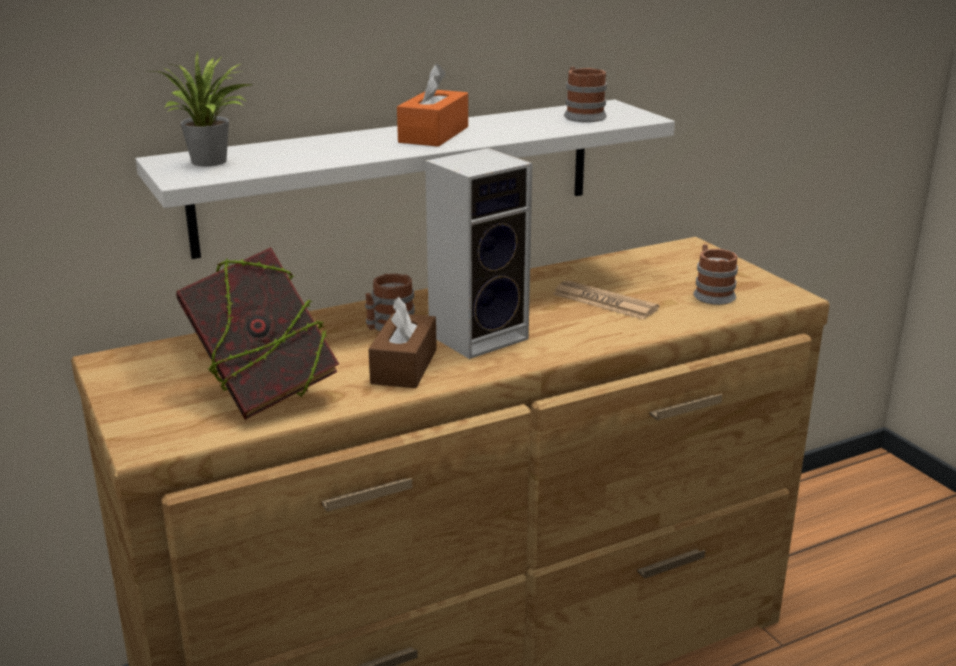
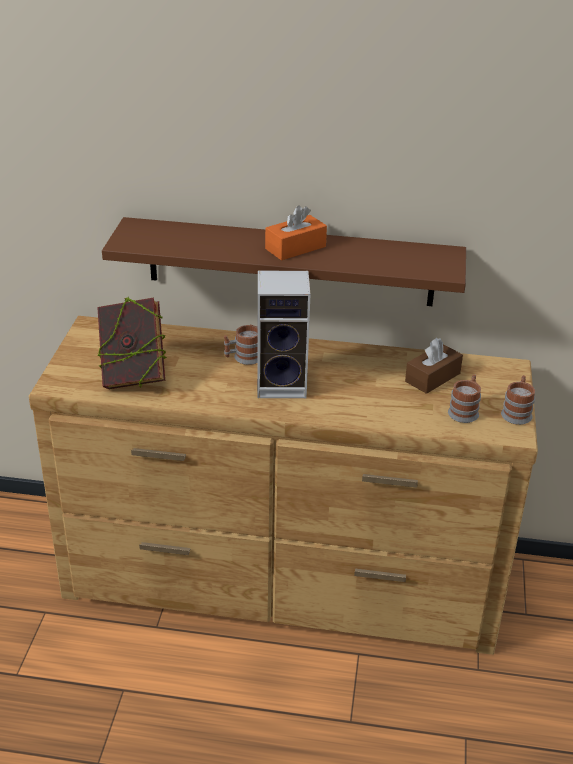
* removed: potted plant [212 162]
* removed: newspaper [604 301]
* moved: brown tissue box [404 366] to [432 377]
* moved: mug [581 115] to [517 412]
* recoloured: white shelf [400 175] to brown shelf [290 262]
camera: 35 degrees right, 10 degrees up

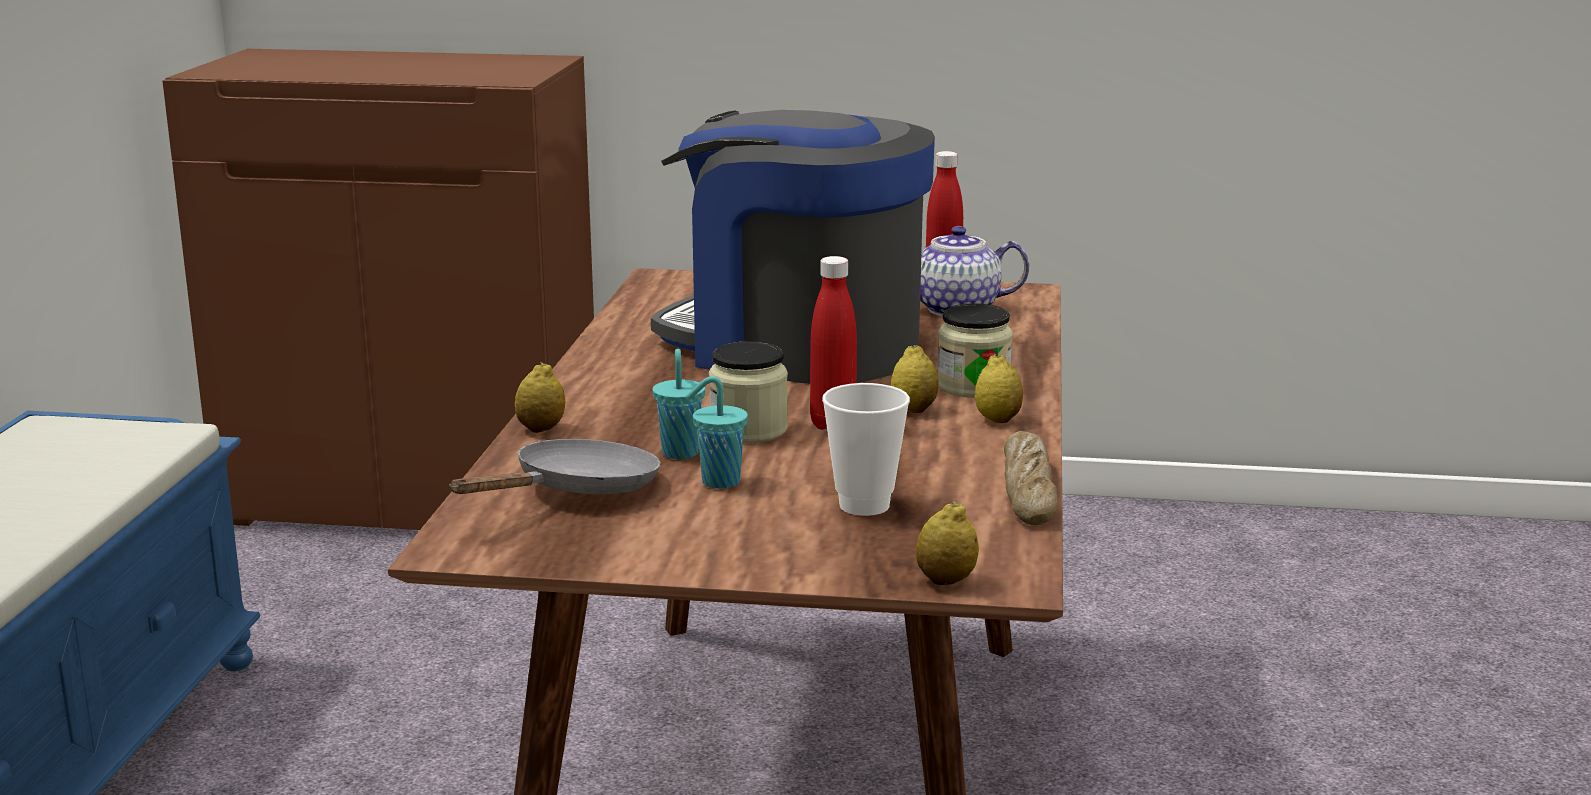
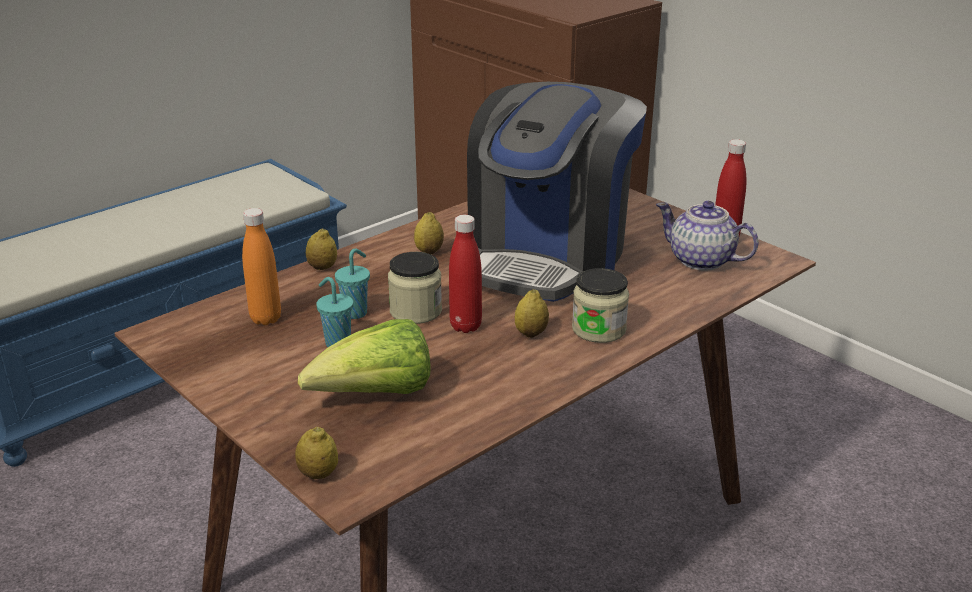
* removed: bread [1029 492]
* moved: lemon [997 419] to [429 251]
* replaced: grey frying pan [577 491] to orange bottle [266 318]
* replaced: cup [864 505] to lettuce [376 395]
* turned: coffee machine [795 347] = [549 257] 135 degrees counterclockwise
camera: 40 degrees right, 10 degrees up

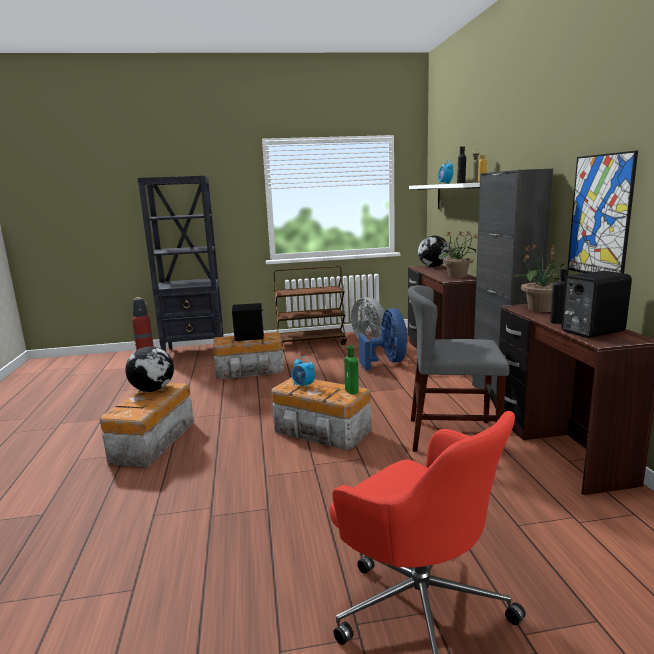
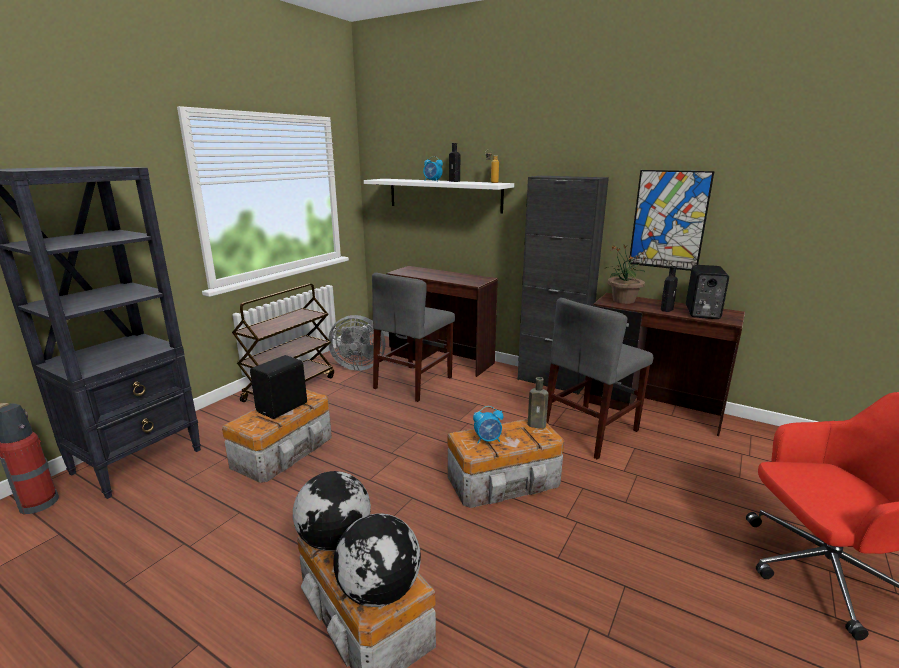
* removed: potted plant [458 276]
* moved: globe [433 266] to [380 591]
* replaced: blue fan [387 362] to grey chair [413 382]
* recoloured: green bottle [352 391] to brown bottle [538 425]
camera: 50 degrees left, 5 degrees up

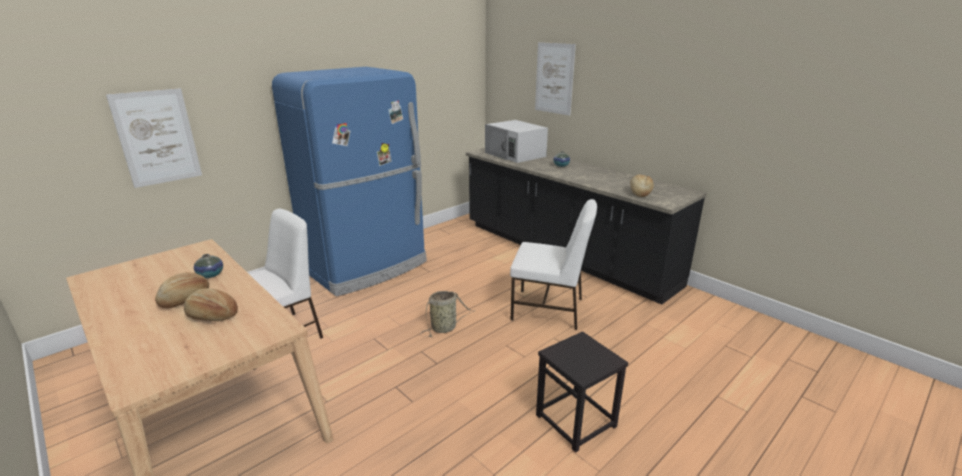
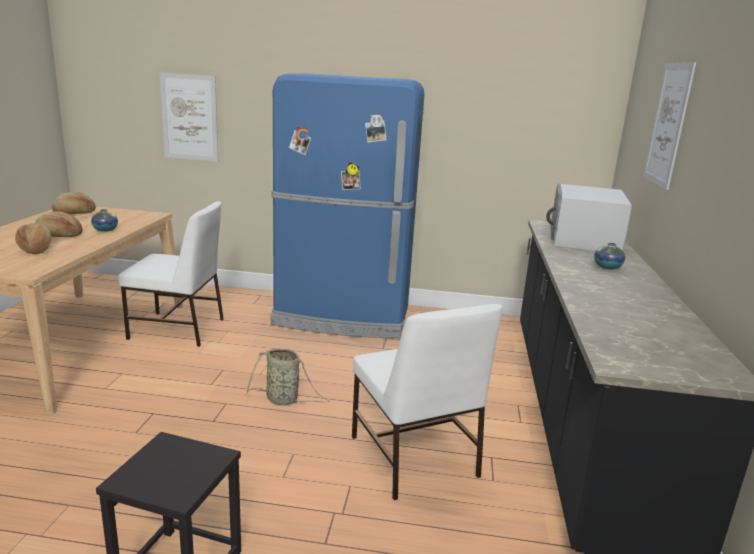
* moved: bread [639 193] to [74 213]
camera: 50 degrees right, 5 degrees down

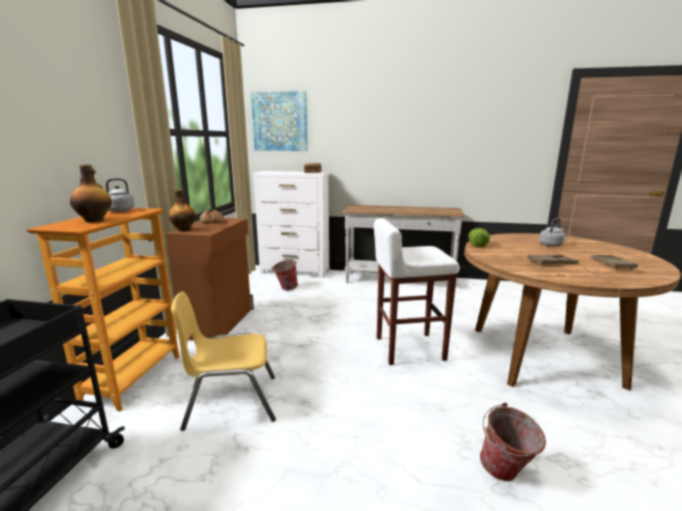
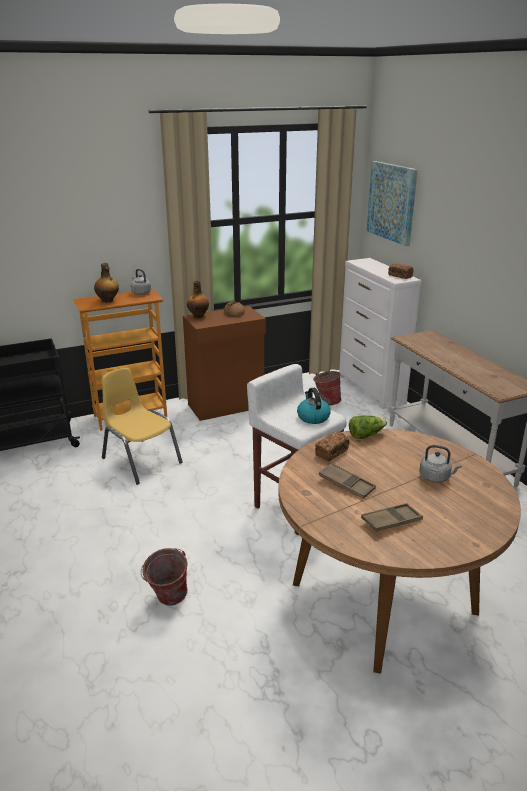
* added: kettle [313 417]
* added: bread [332 452]
camera: 55 degrees right, 10 degrees up

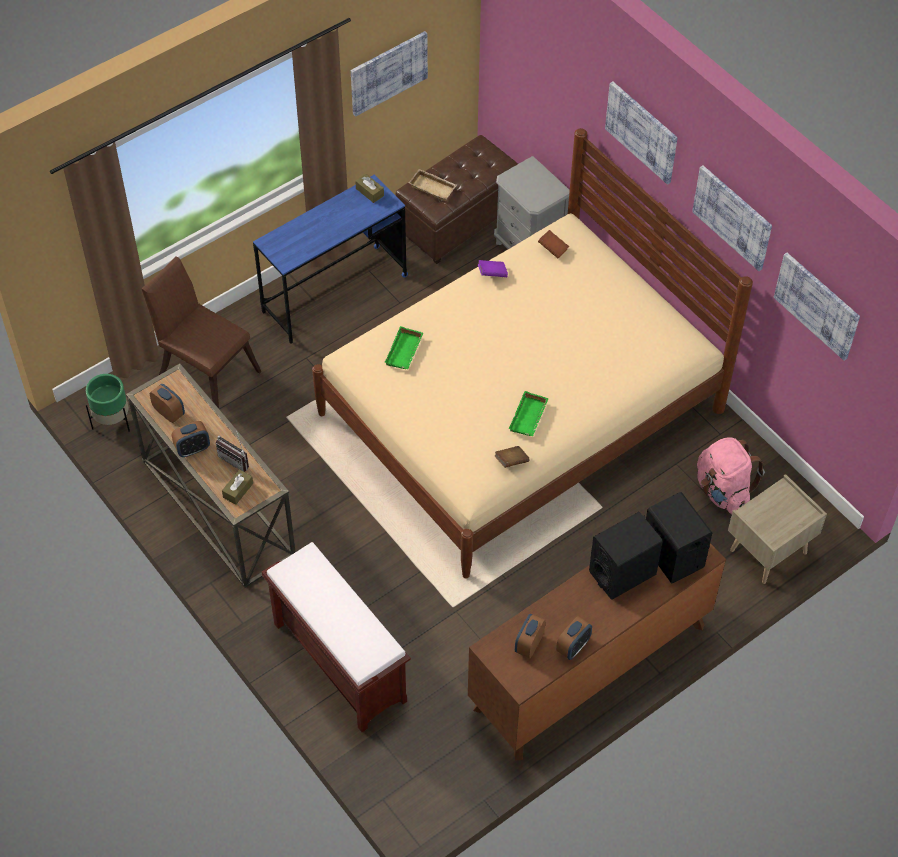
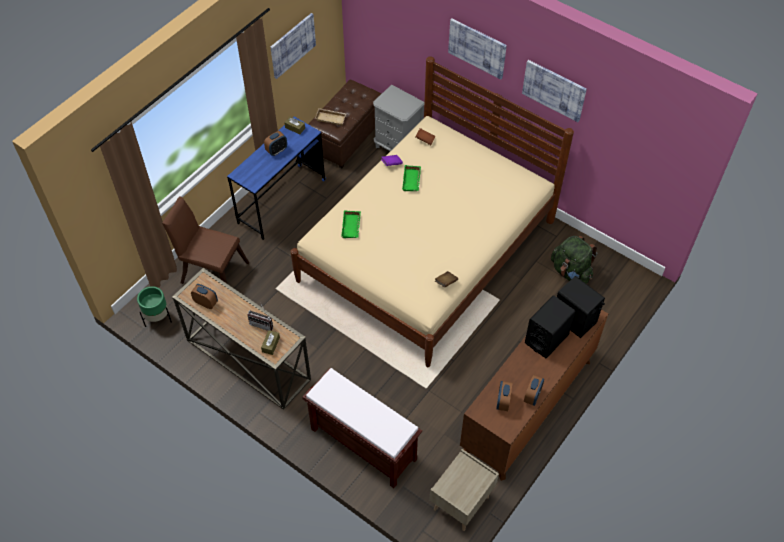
* removed: picture [817 305]
* moved: alarm clock [192 449] to [276 150]
* moved: green tray [529 418] to [412 181]
* moved: beige nightstand [768 552] to [461 504]
* recoloured: pink backpack [723 491] to green backpack [571 272]
camera: 15 degrees left, 0 degrees up

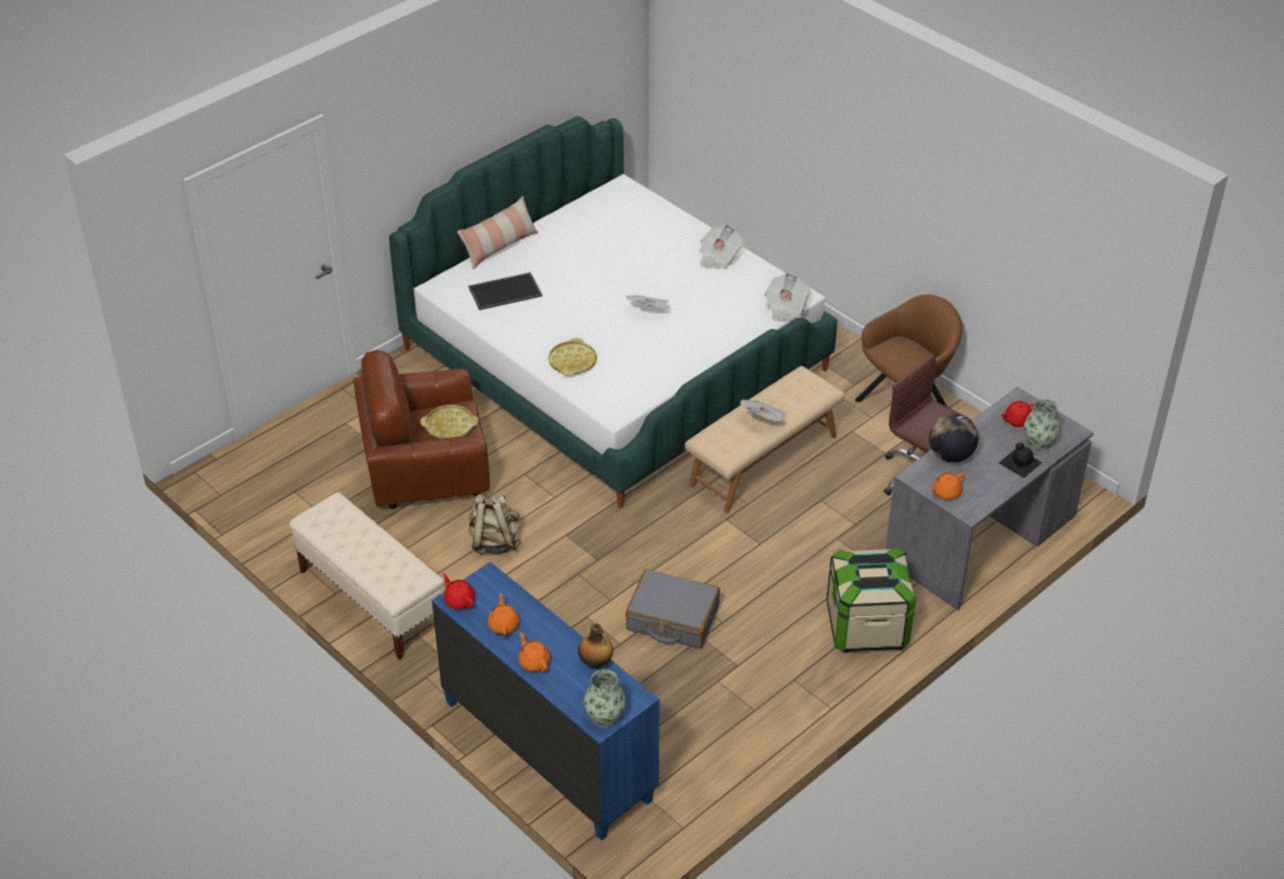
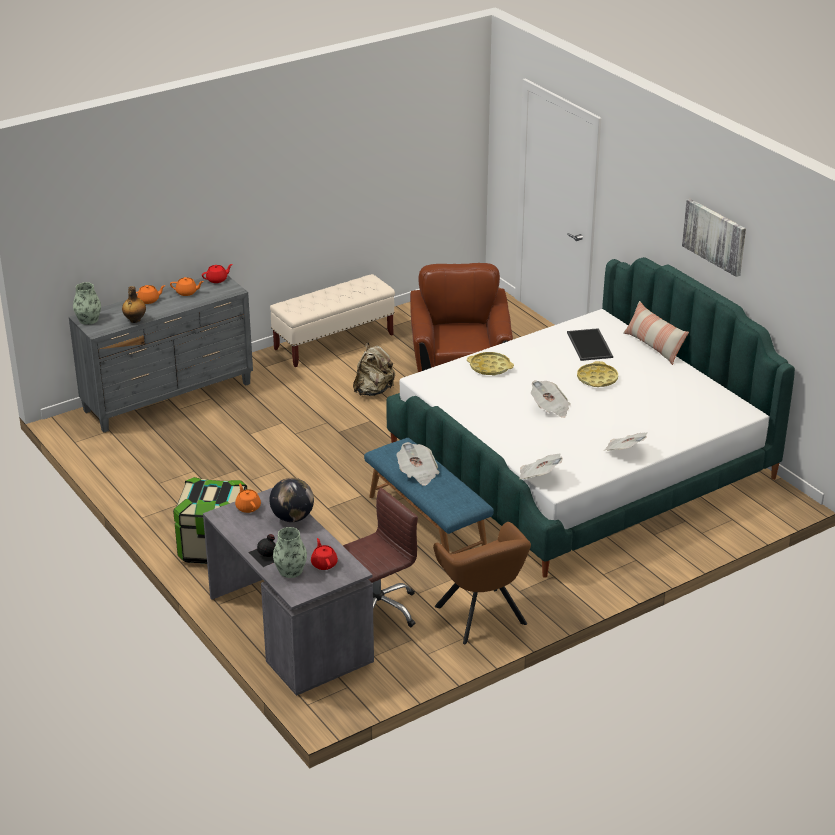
* removed: grey suitcase [672 619]
* added: picture [715 236]
* moved: yellow tray [450 426] to [597 379]
* recoloured: blue dresser [547 749] to grey dresser [169 397]
* recoloured: beige bench [763 460] to blue bench [428 523]
camera: 100 degrees right, 10 degrees down

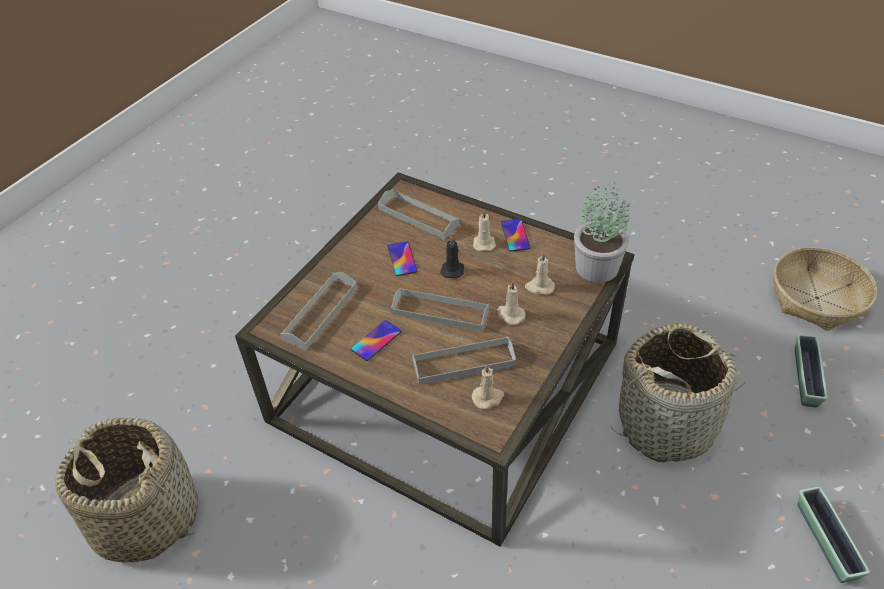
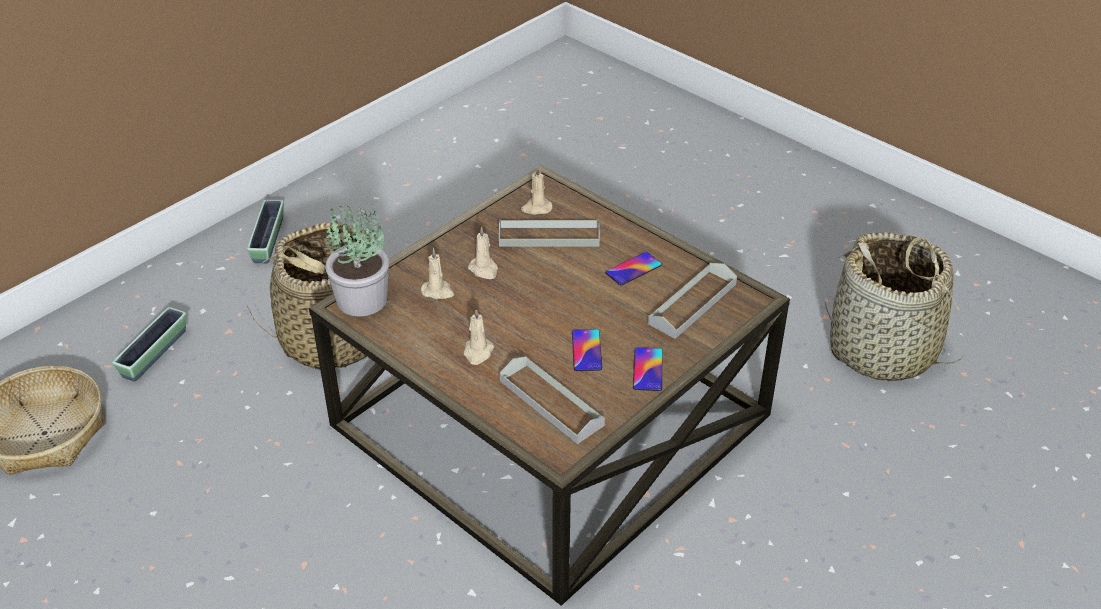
* removed: grey tray [440 312]
* removed: black candle [452 269]
* moved: phone [515 235] to [647 369]
camera: 170 degrees left, 5 degrees down

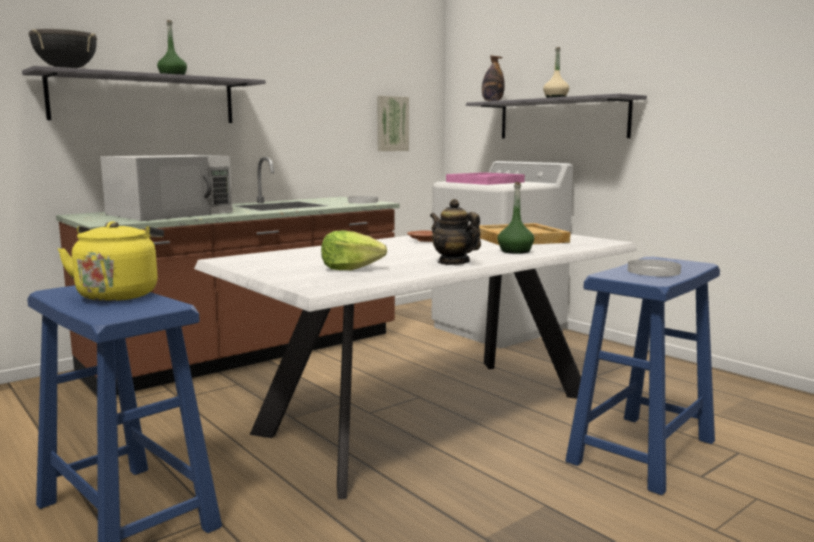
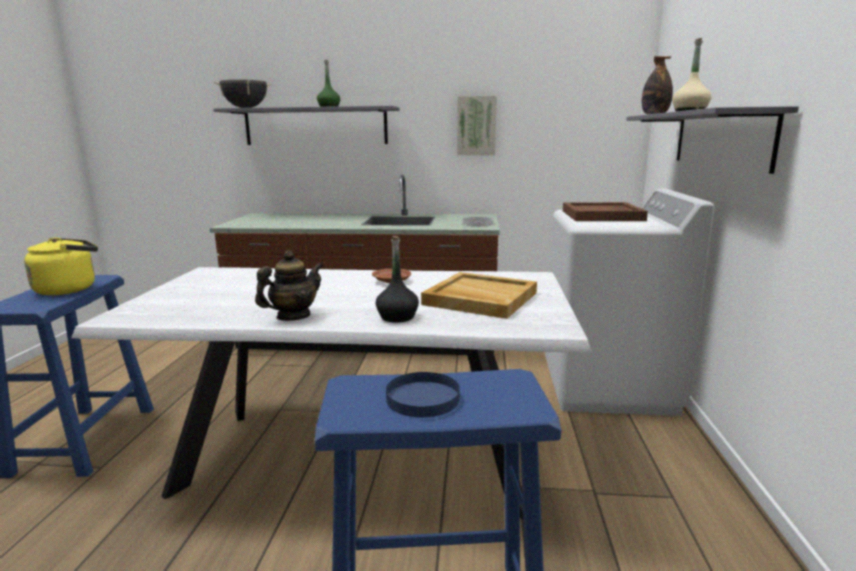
* removed: white microwave [171 213]
* removed: lettuce [350 268]
* moved: picture [391 124] to [476 126]
* recoloured: pink tray [485 182] to brown tray [602 216]
* recoloured: green bottle [515 251] to black bottle [397 317]
* recoloured: white plate [653 271] to blue plate [422 398]
* turned: teapot [453 262] = [293 316] 45 degrees clockwise
camera: 45 degrees right, 5 degrees up

